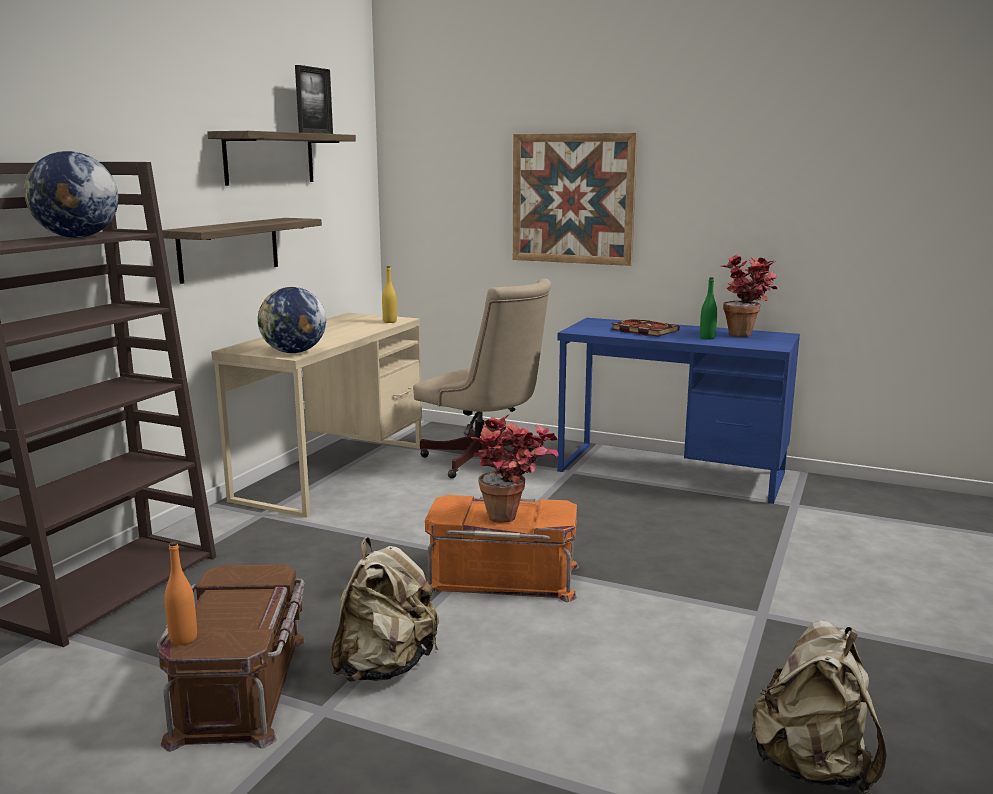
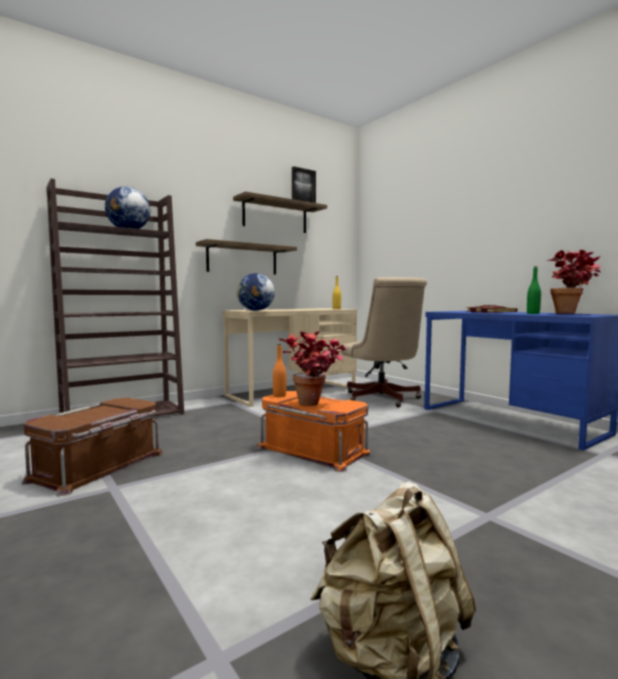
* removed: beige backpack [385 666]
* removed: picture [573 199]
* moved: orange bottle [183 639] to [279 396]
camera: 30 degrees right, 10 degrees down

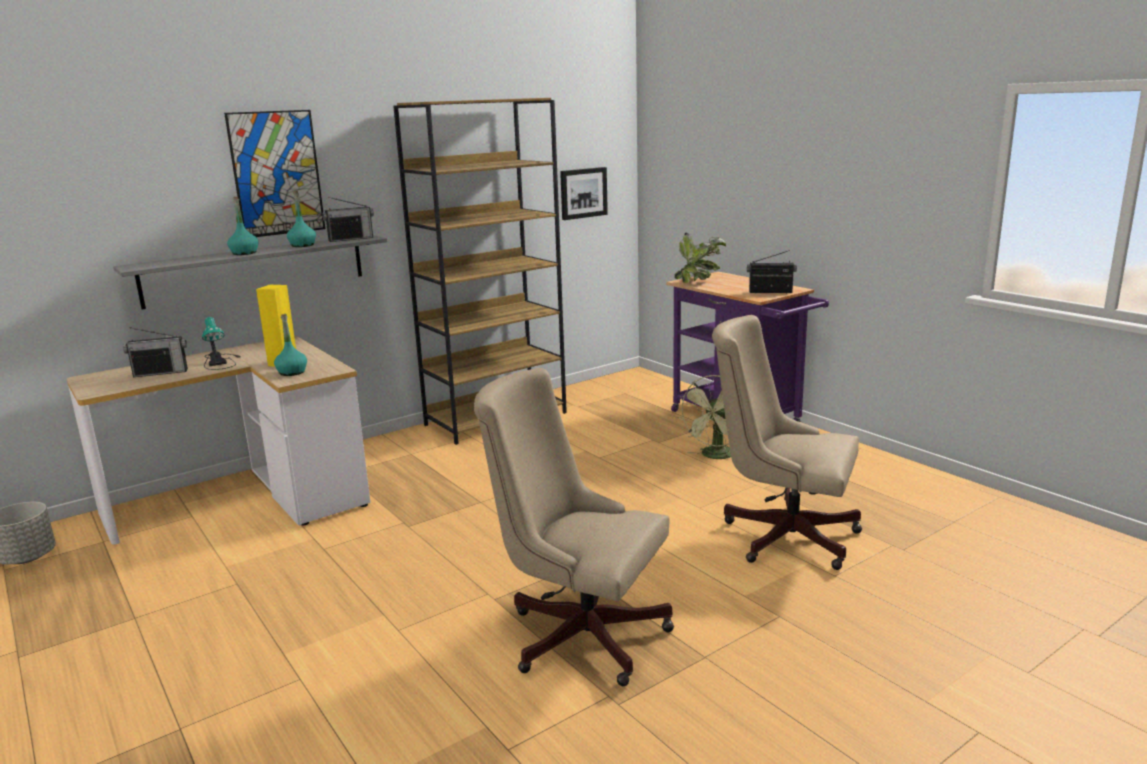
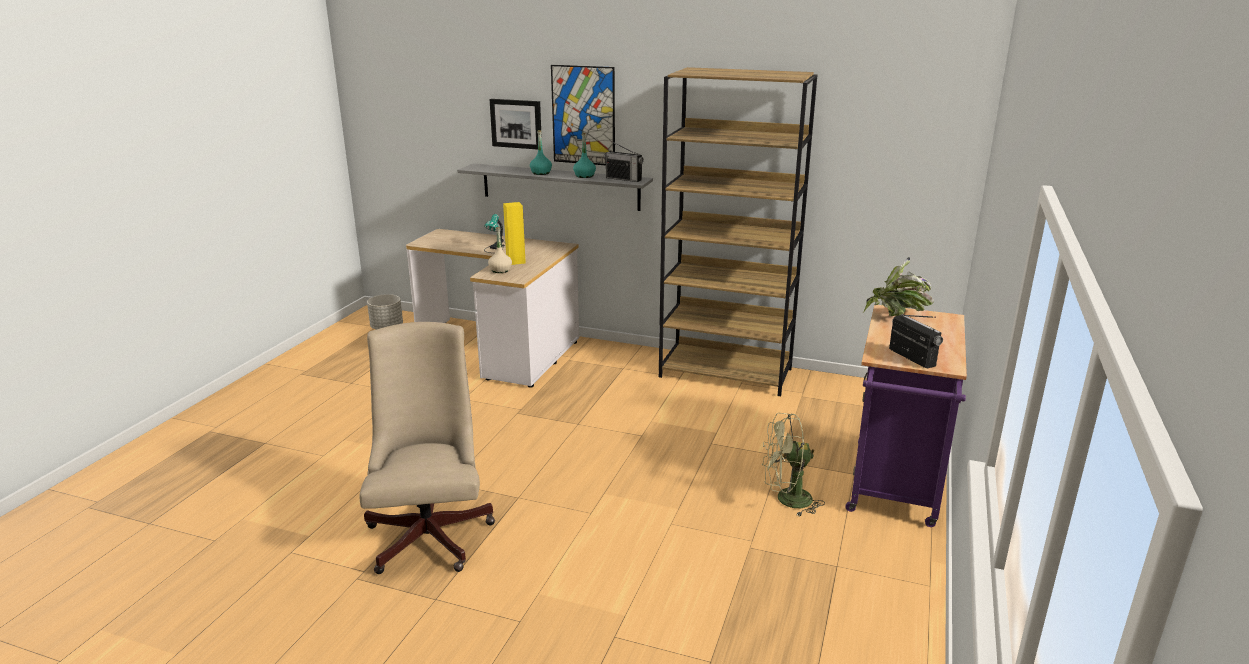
* removed: radio [161 373]
* removed: beige office chair [782 534]
* moved: picture [583 193] to [516 123]
* recoloured: turquoise bottle [292 372] to beige bottle [500 270]
camera: 55 degrees right, 5 degrees up

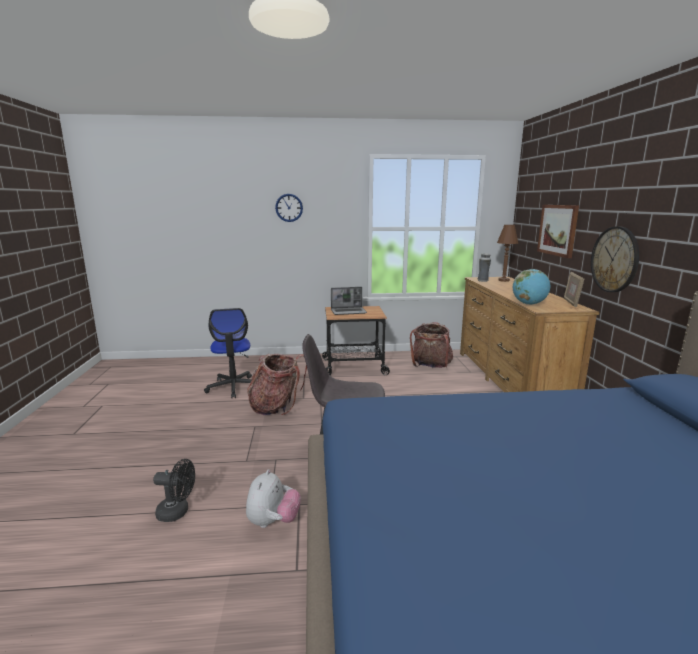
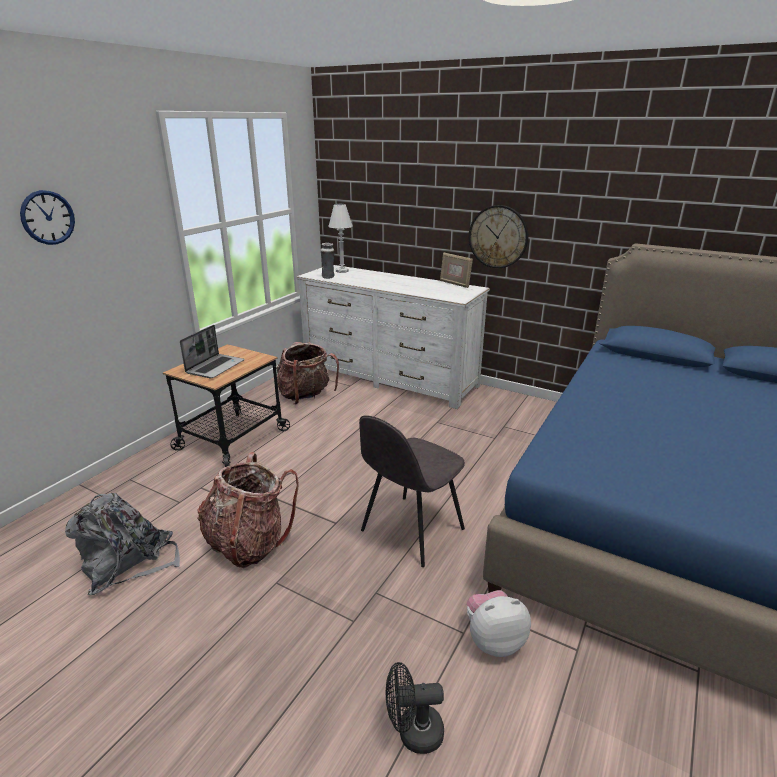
* removed: globe [529 304]
* removed: picture [558 230]
* replaced: office chair [234 387] to grey backpack [128 563]
* recoloured: brown dresser [509 379] to white dresser [389 377]
* recoloured: brown table lamp [503 280] to white table lamp [342 271]
* turned: black fan [178 512] = [413 732] 135 degrees counterclockwise
* turned: plush toy [273 522] = [493 640] 60 degrees counterclockwise
camera: 55 degrees left, 10 degrees up

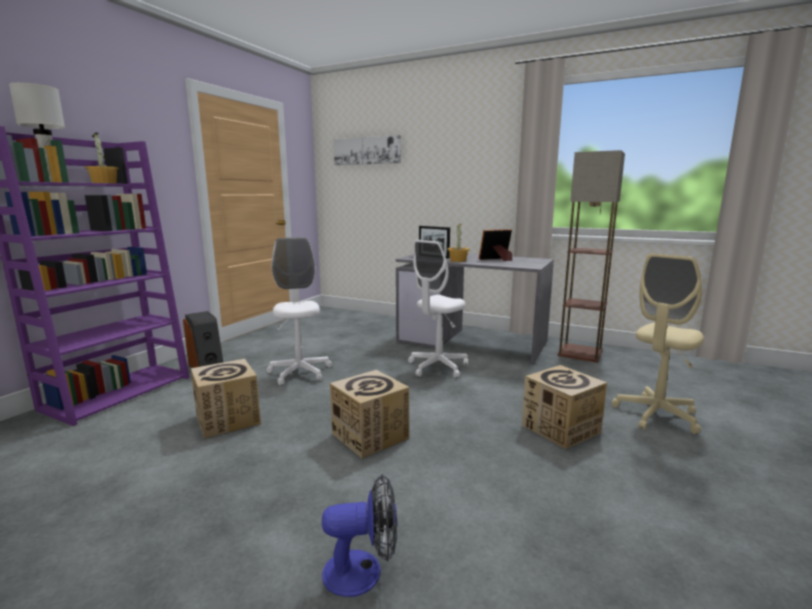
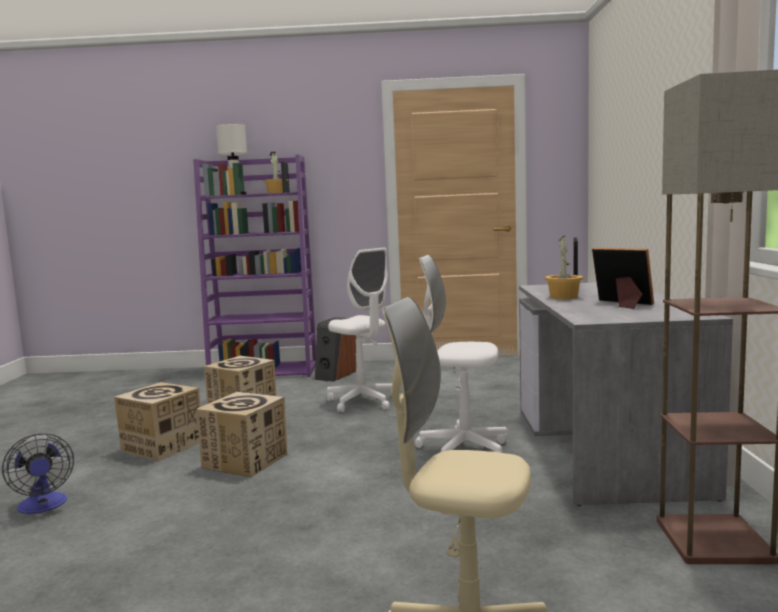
* removed: picture [367 151]
* moved: cardboard box [560 429] to [162 446]
* turned: white office chair [300 372] = [363 401] 90 degrees clockwise
camera: 65 degrees right, 5 degrees down

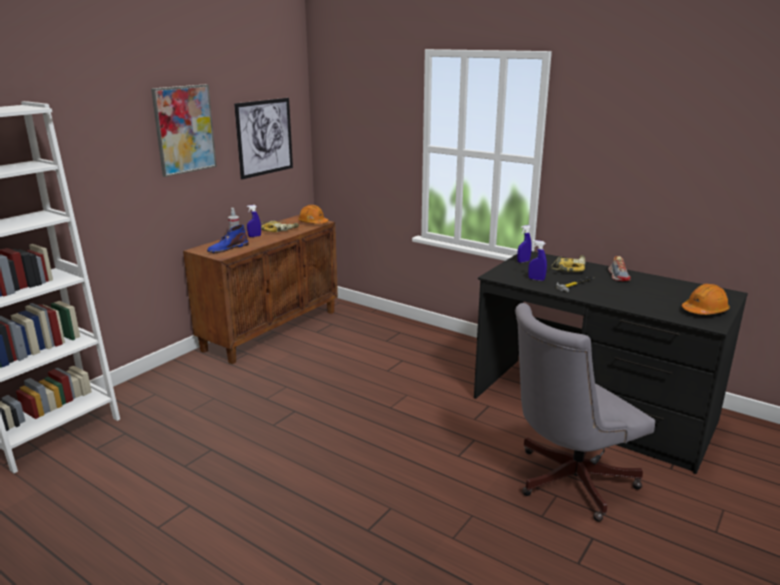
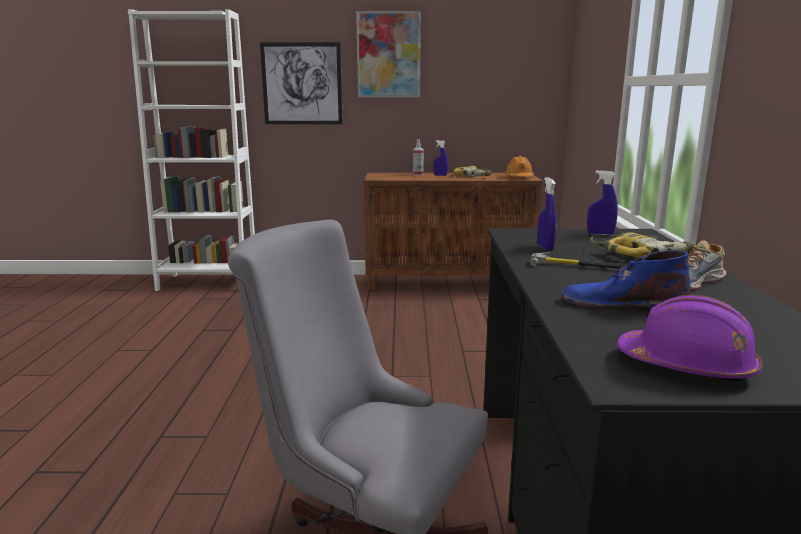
* moved: blue boot [227 248] to [622 304]
* moved: picture [264 137] to [302 84]
* recoloured: orange hard hat [704 311] to purple hard hat [687 366]
camera: 55 degrees right, 5 degrees down

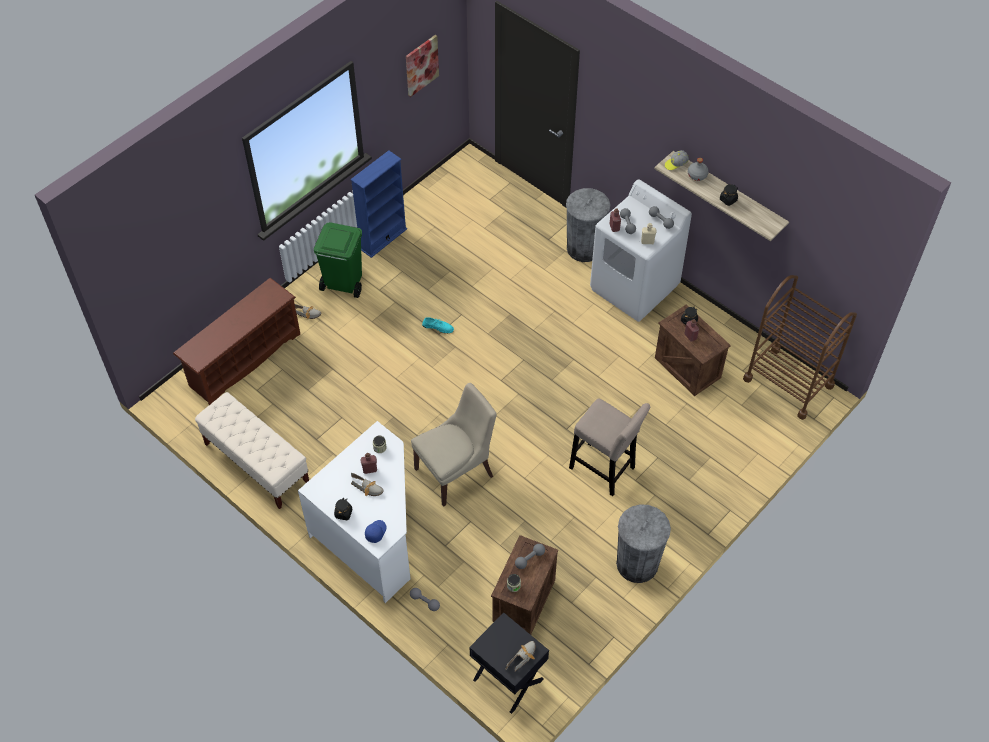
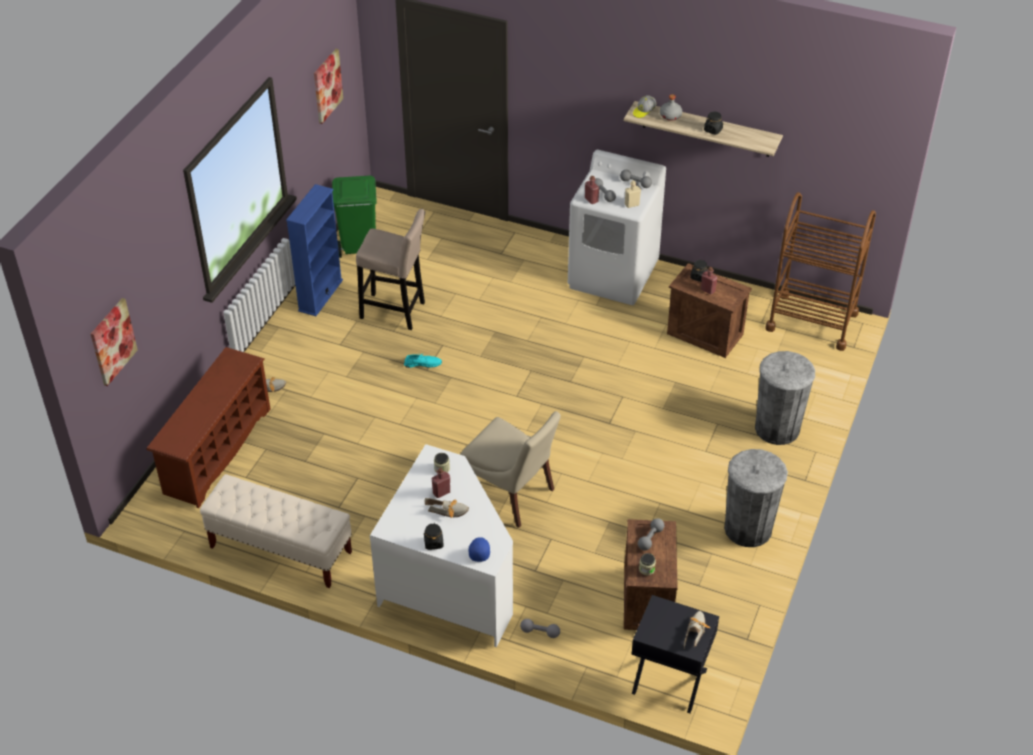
* added: picture [113 341]
* moved: green trash can [343 284] to [358 248]
* moved: grey trash can [584 248] to [777 428]
* moved: beige stool [604 470] to [396 312]
* turned: beige chair [456 471] = [511 495] 90 degrees clockwise
camera: 20 degrees left, 10 degrees down

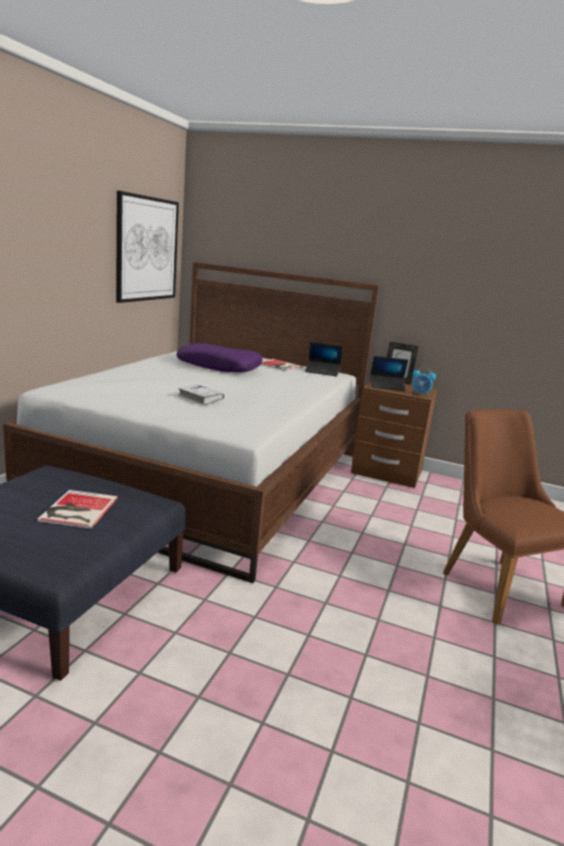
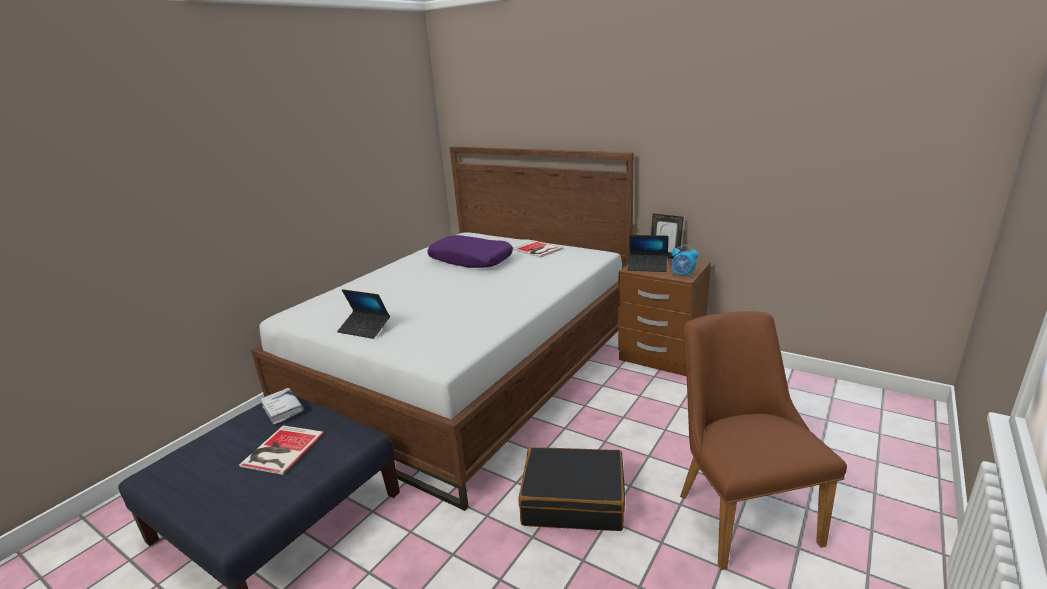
* removed: picture [147 249]
* added: black suitcase [573 500]
* moved: white book [200 398] to [283 409]
* moved: laptop [322 372] to [364 329]
camera: 15 degrees right, 5 degrees up

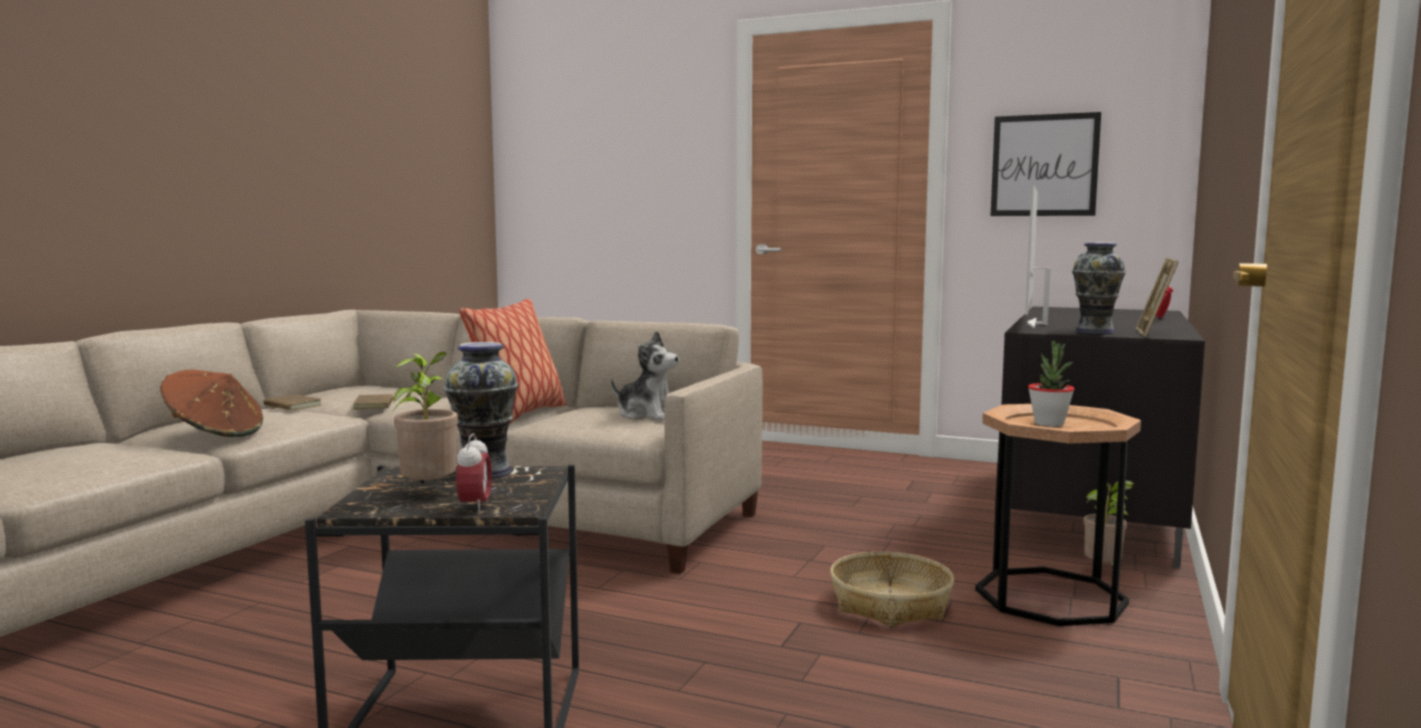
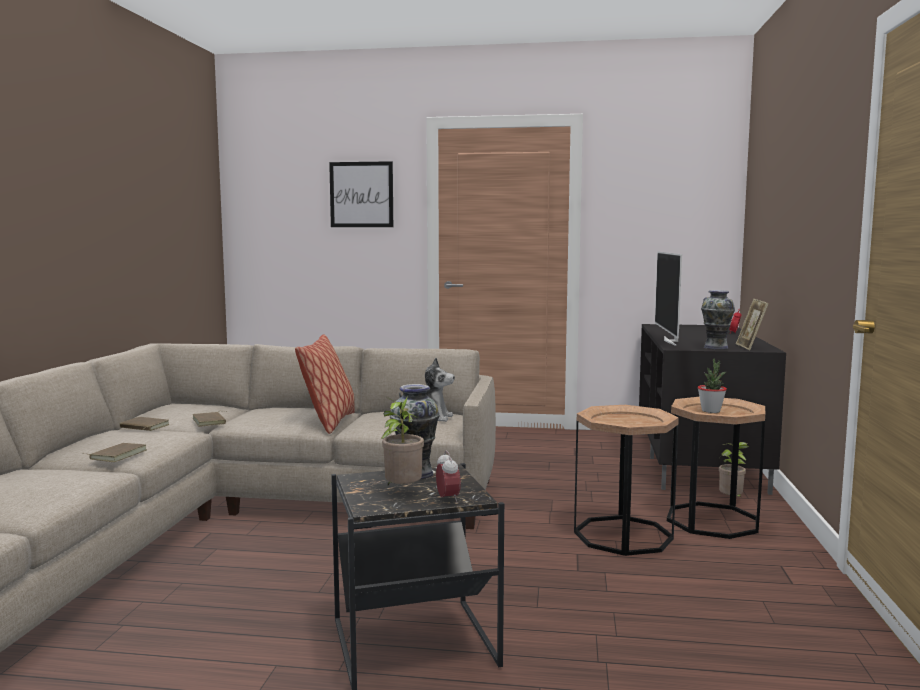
* moved: picture [1044 165] to [361 194]
* replaced: brown hat [215 433] to brown book [117 455]
* replaced: basket [890 604] to brown side table [623 535]
camera: 15 degrees left, 0 degrees up

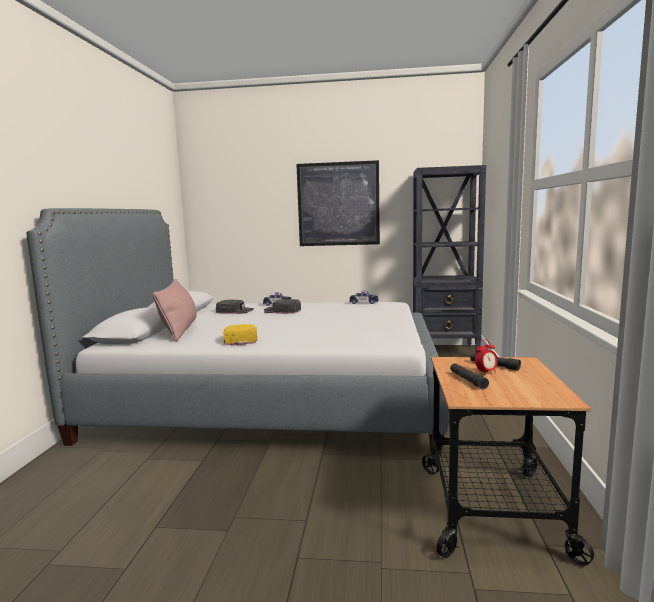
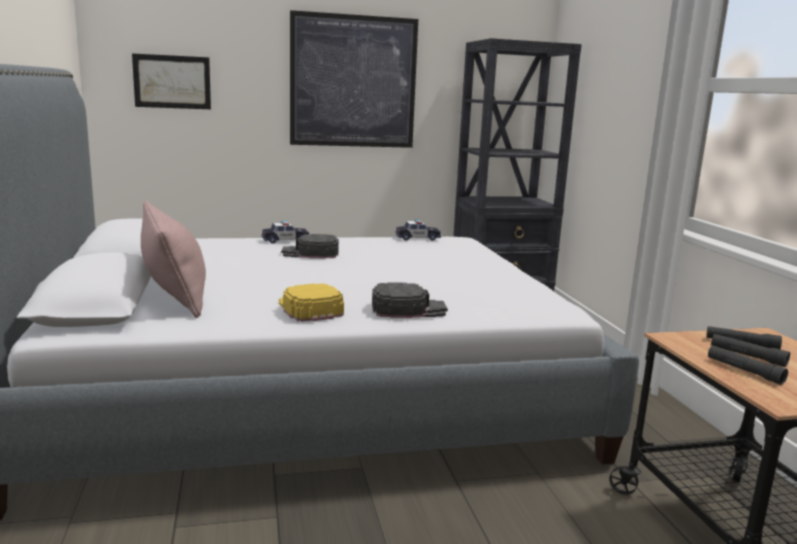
* added: picture [172 82]
* moved: black cap [234 311] to [408 309]
* replaced: alarm clock [486 372] to black flashlight [747 356]
camera: 20 degrees left, 5 degrees up

